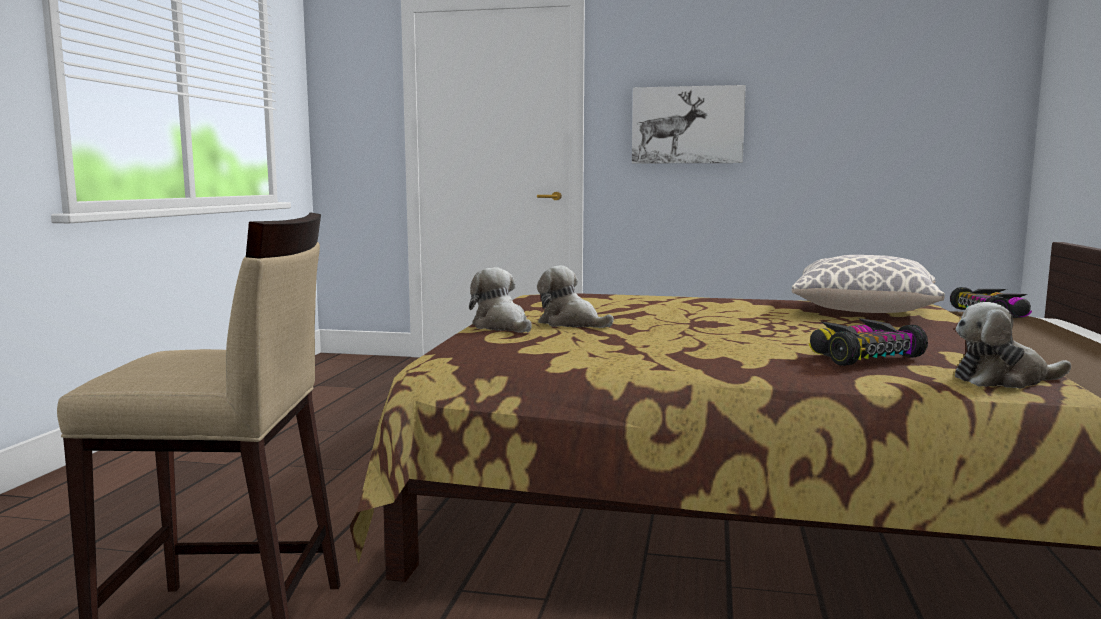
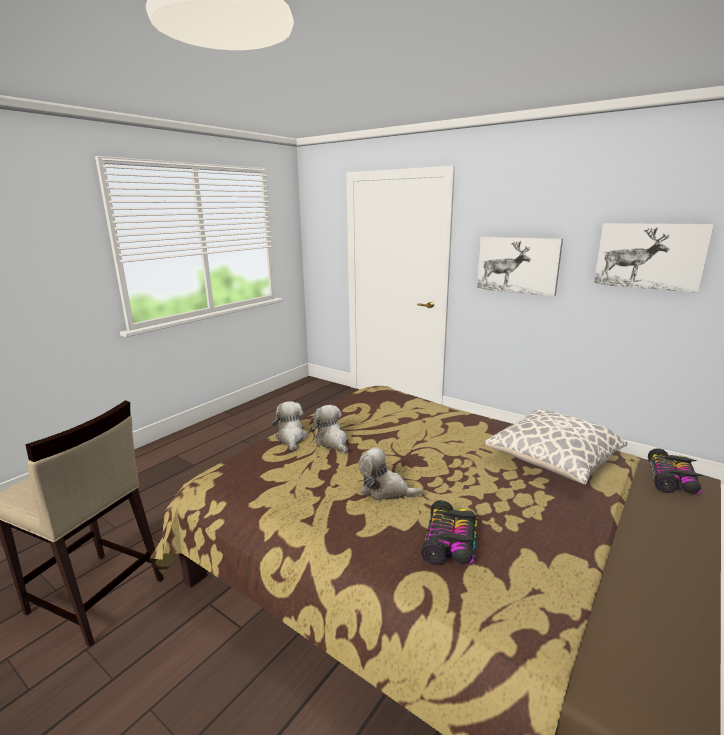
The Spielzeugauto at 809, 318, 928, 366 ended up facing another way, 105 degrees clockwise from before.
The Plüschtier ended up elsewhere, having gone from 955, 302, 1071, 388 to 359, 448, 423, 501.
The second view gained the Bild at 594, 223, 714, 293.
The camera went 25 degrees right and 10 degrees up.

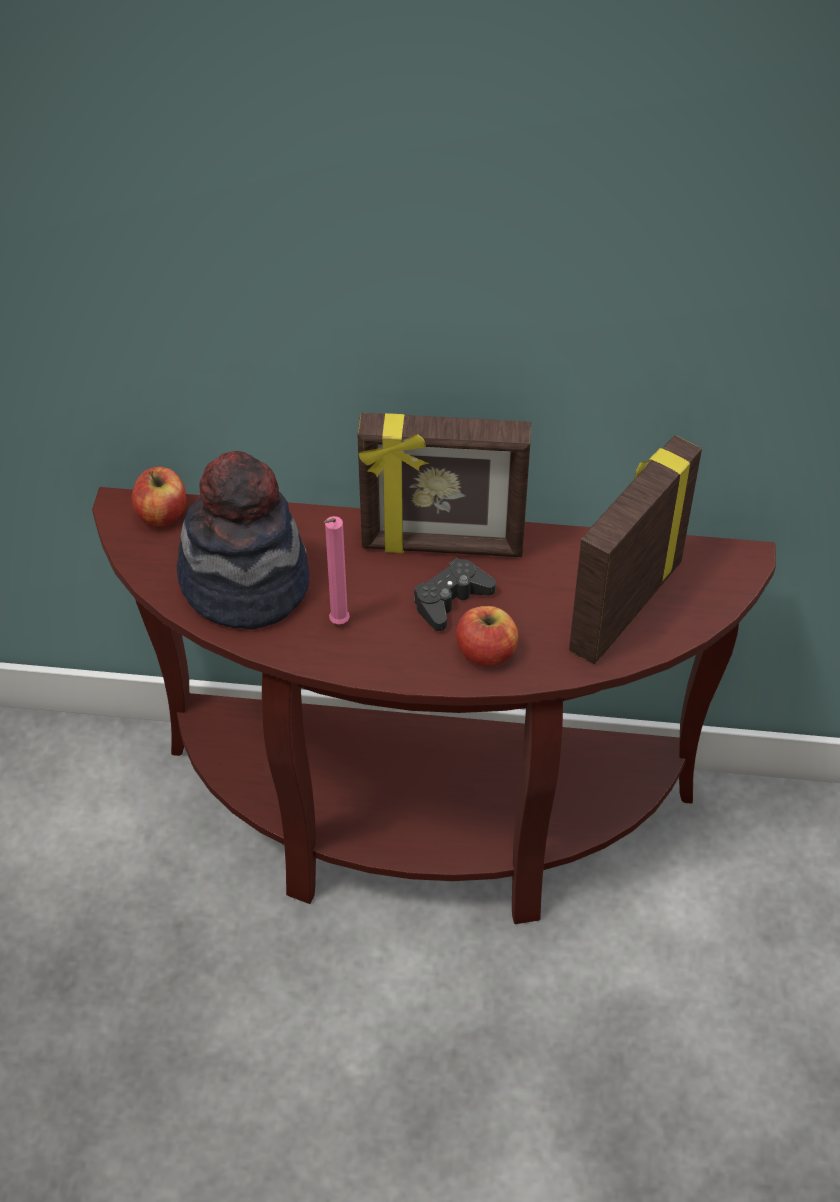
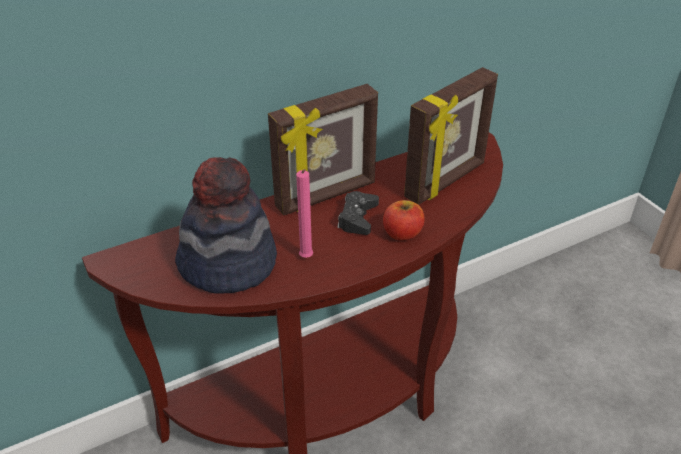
The second view lost the Apfel at 132, 467, 186, 526.
The Bilderrahmen at 569, 435, 702, 664 ended up facing another way, 135 degrees counterclockwise from before.
The camera went 35 degrees left and 10 degrees down.

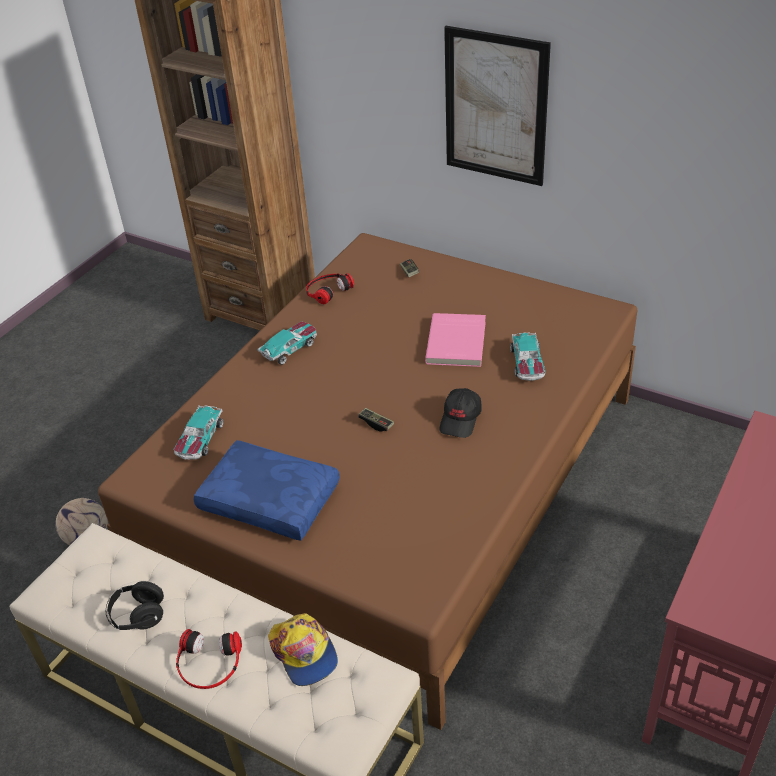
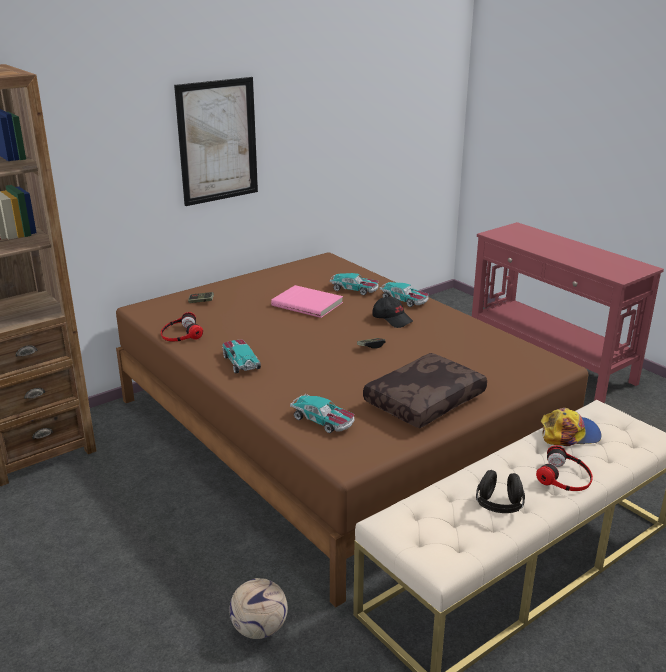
What was the Kissen [blau] at 193, 440, 340, 541 turned into the Kissen [braun] at 363, 353, 487, 428.
The second view gained the Spielzeugauto at 380, 282, 429, 307.
The camera went 70 degrees left and 15 degrees down.

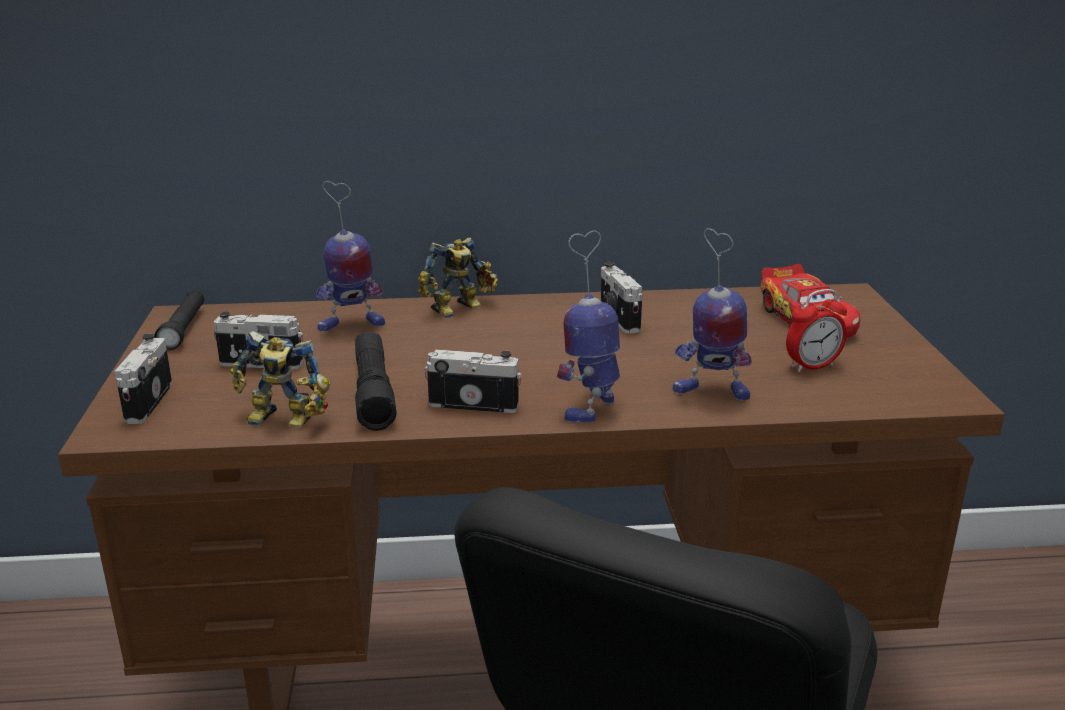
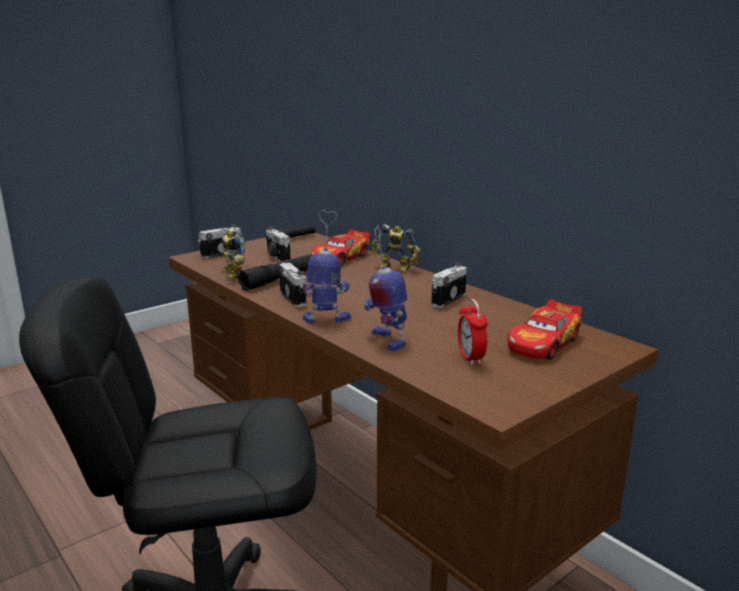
Where the Spielzeugroboter stood at 316, 181, 385, 332, the Spielzeugauto came to stand at 311, 229, 370, 265.
The Wecker at 786, 289, 847, 372 ended up facing another way, 45 degrees clockwise from before.
The camera went 55 degrees right and 5 degrees down.

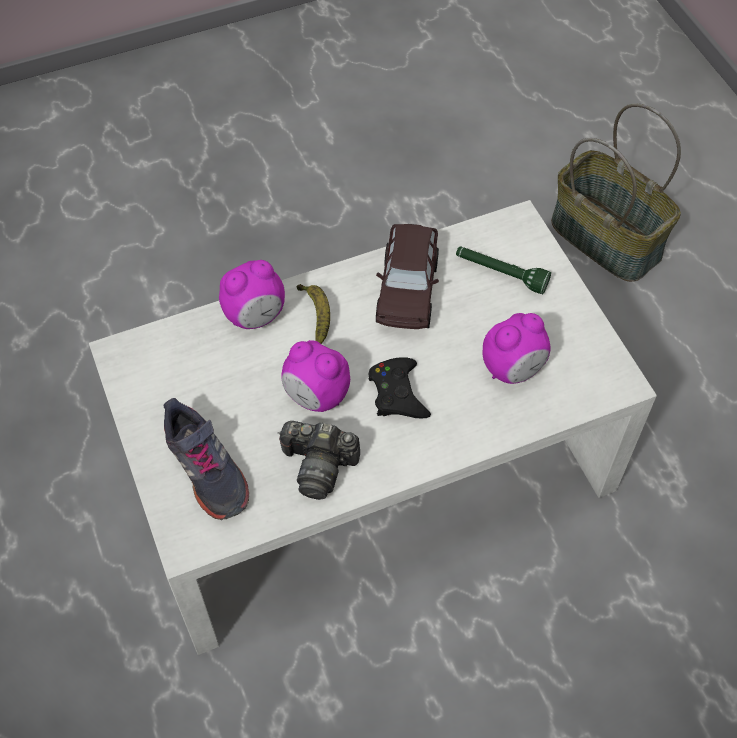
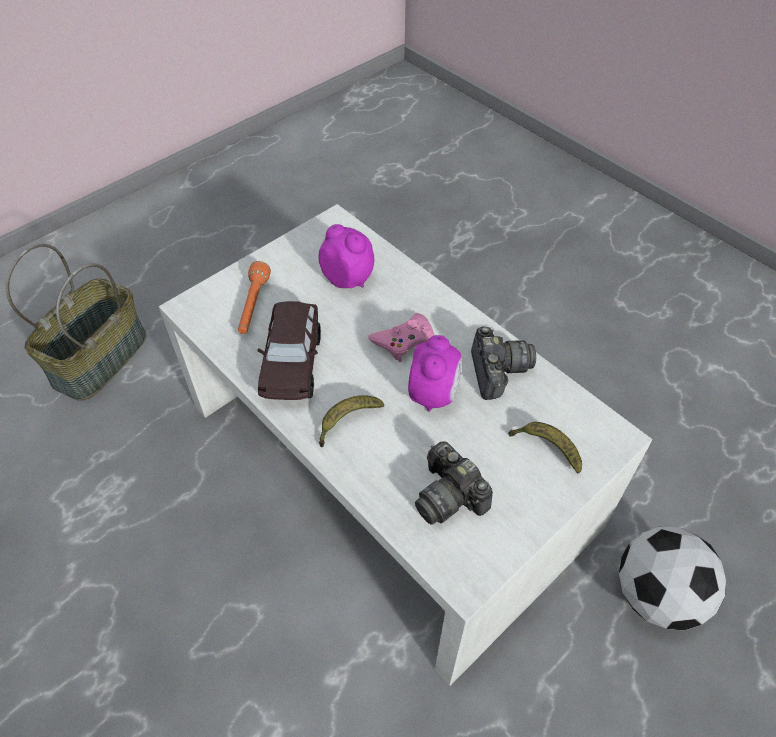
Where the Schuh [grau] stood at 163, 398, 249, 520, the Banane came to stand at 508, 422, 582, 473.
The second view lost the Wecker at 219, 260, 285, 329.
What was the Gamepad [schwarz] at 368, 357, 431, 419 turned into the Gamepad [rosa] at 368, 313, 435, 362.
The Spielzeugauto [braun] at 376, 224, 439, 329 ended up facing another way, 105 degrees clockwise from before.
What was the Taschenlampe [grün] at 456, 246, 551, 294 turned into the Taschenlampe [orange] at 238, 261, 271, 334.
The second view gained the Kamera at 415, 441, 493, 525.
The second view gained the Fußball at 619, 527, 726, 630.
The camera went 110 degrees left and 5 degrees down.

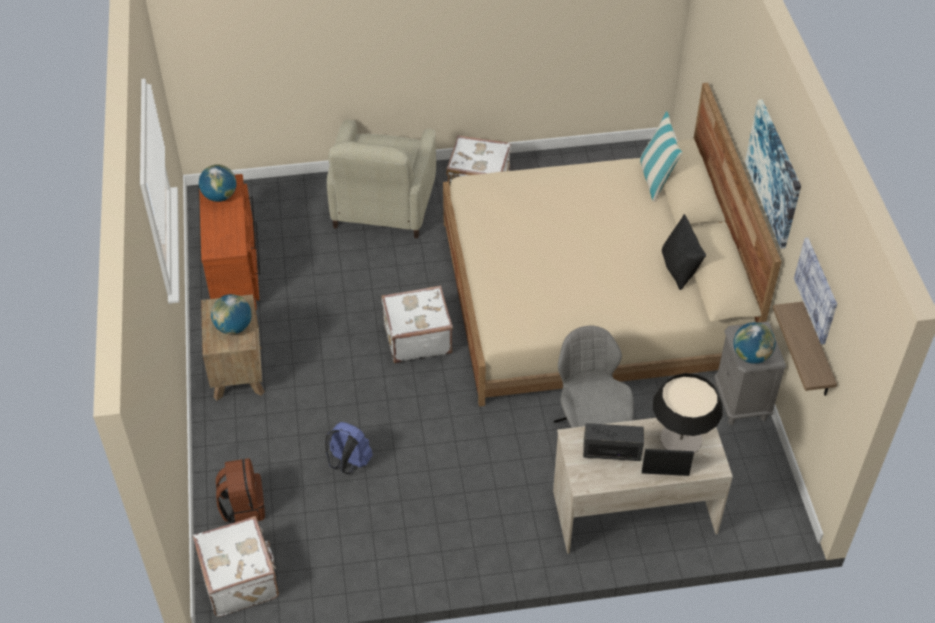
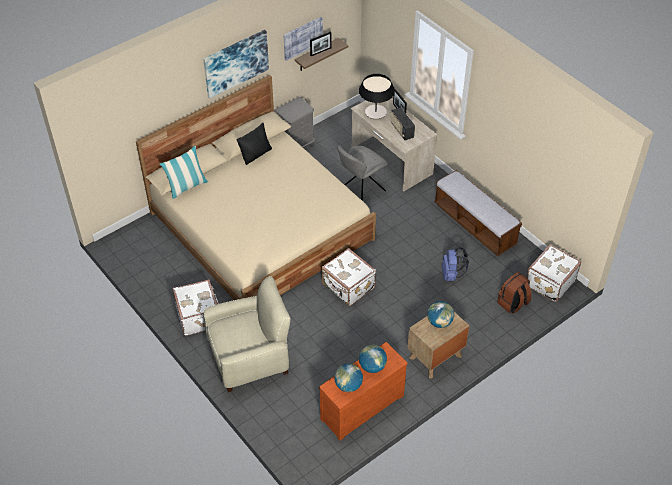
The Globus ended up elsewhere, having gone from 733, 322, 776, 364 to 359, 345, 387, 373.
The second view gained the Bilderrahmen at 310, 31, 331, 56.
The second view gained the Bank at 434, 170, 522, 256.
The camera went 120 degrees left and 0 degrees up.

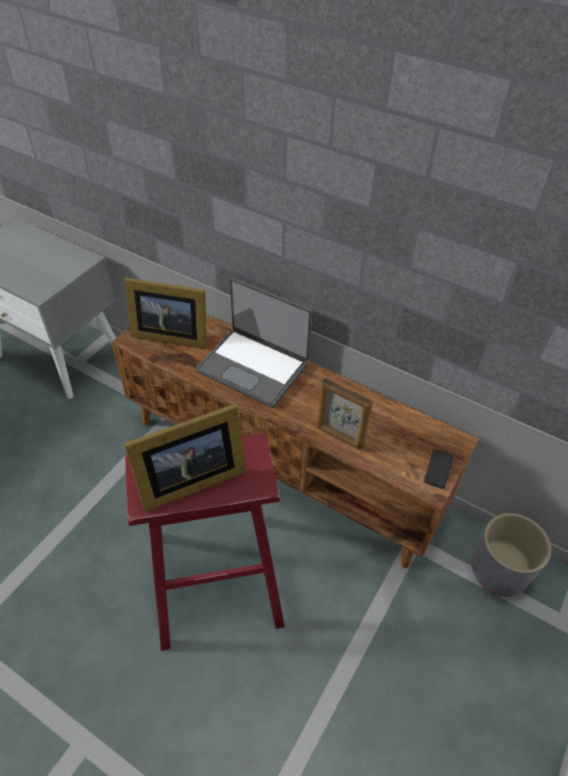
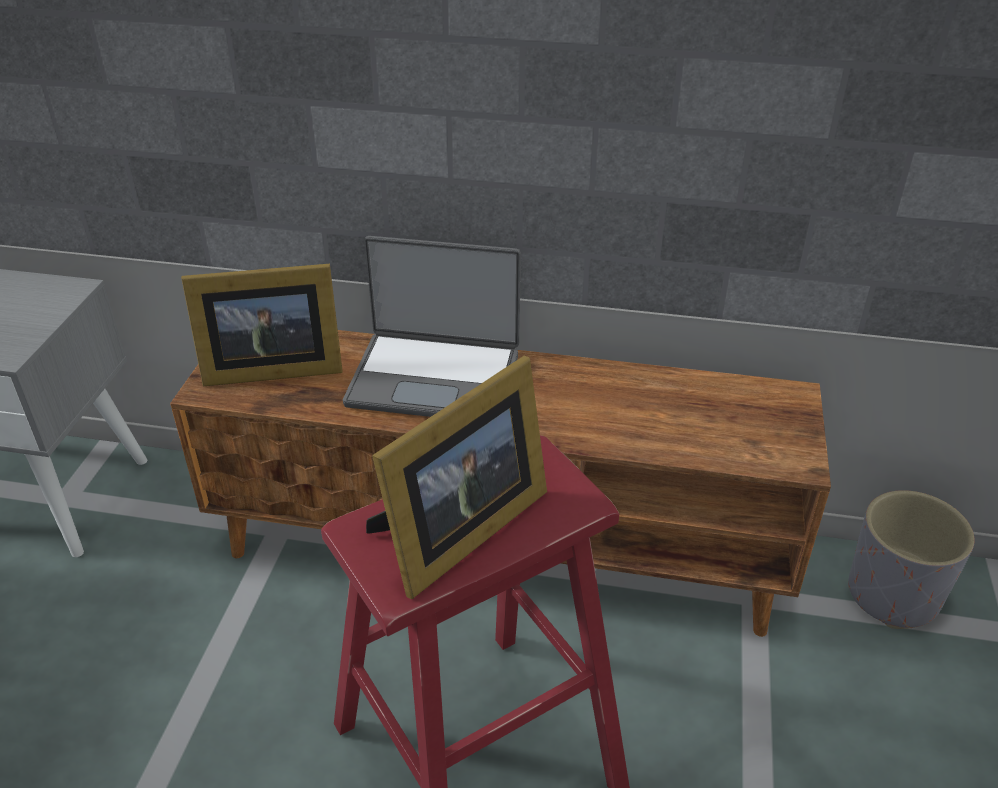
The second view lost the Bilderrahmen at 317, 378, 373, 450.
The second view lost the Handy at 424, 449, 453, 489.
The camera went 20 degrees left and 10 degrees down.

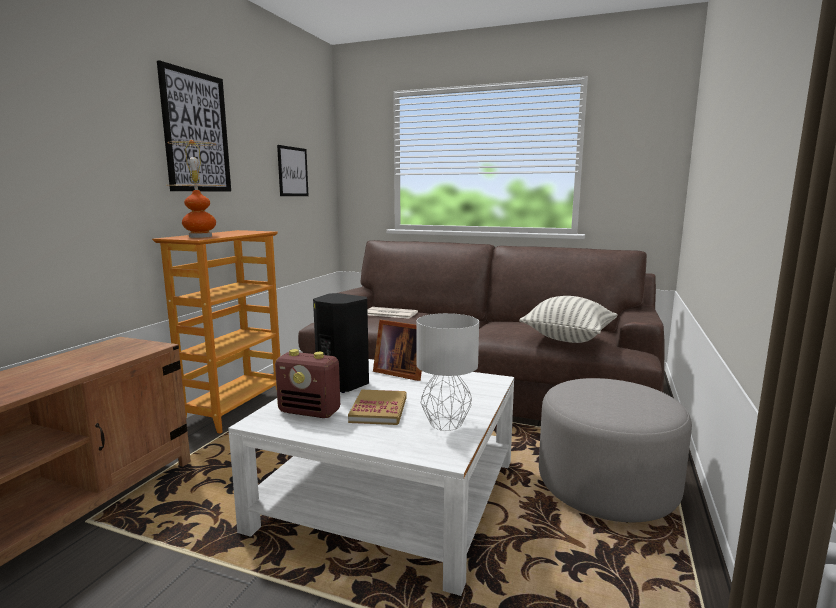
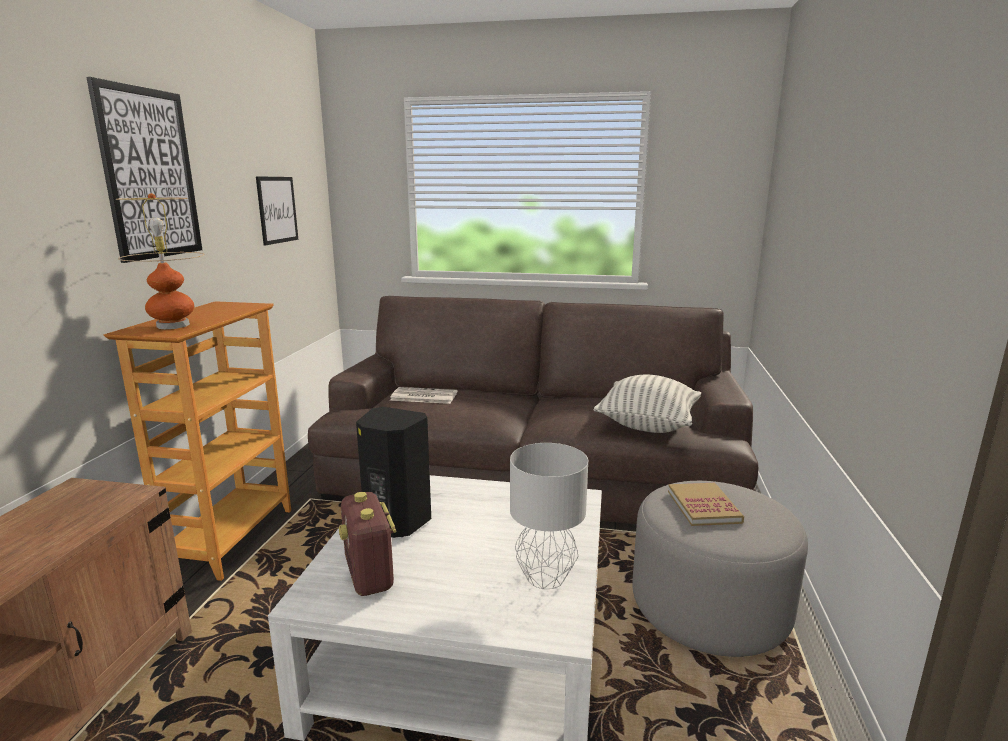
The Radio at 275, 349, 340, 418 ended up facing another way, 60 degrees clockwise from before.
The Buch ended up elsewhere, having gone from 348, 390, 407, 425 to 668, 483, 744, 526.
The second view lost the Bilderrahmen at 373, 320, 422, 381.
The camera went 10 degrees left and 5 degrees up.

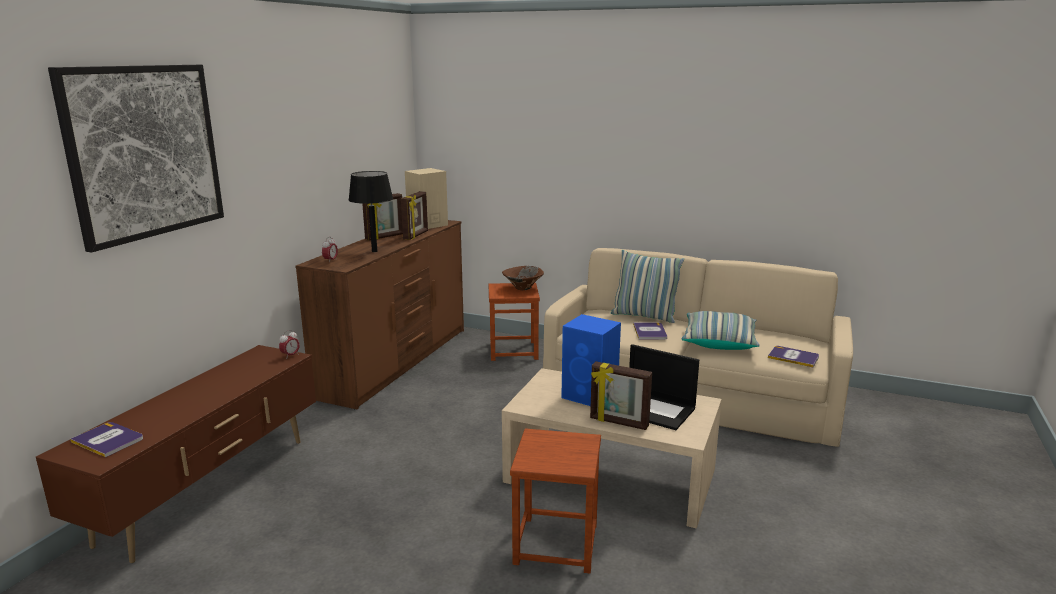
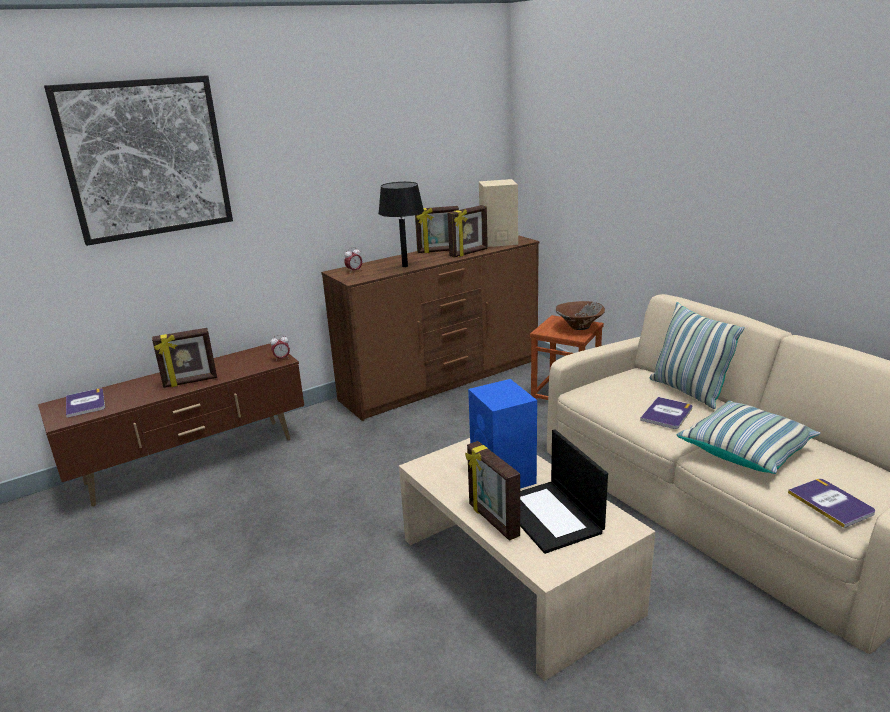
The second view lost the Hocker [braun] at 510, 428, 601, 573.
The second view gained the Bilderrahmen at 152, 328, 217, 388.
The camera went 35 degrees right and 5 degrees up.

